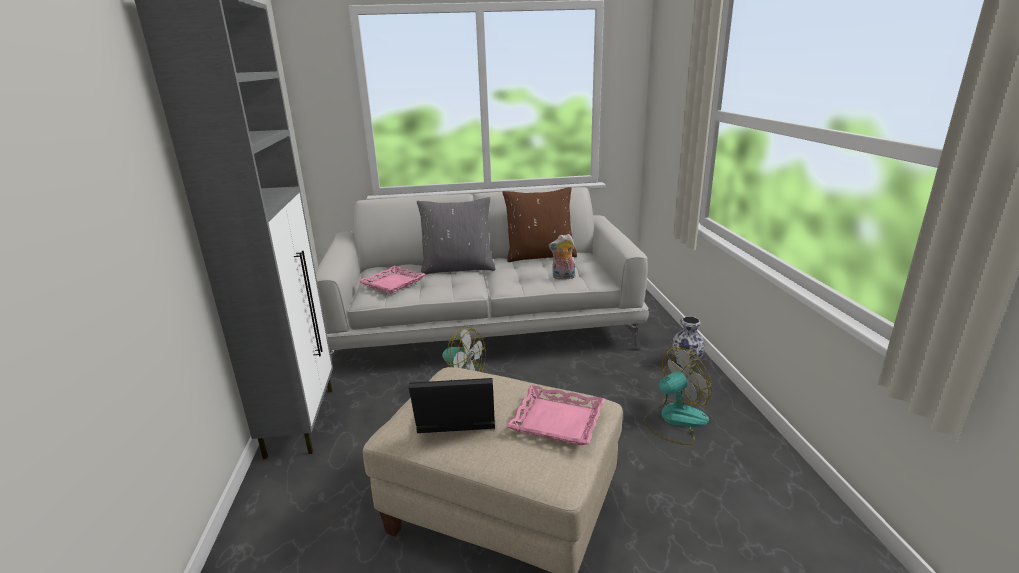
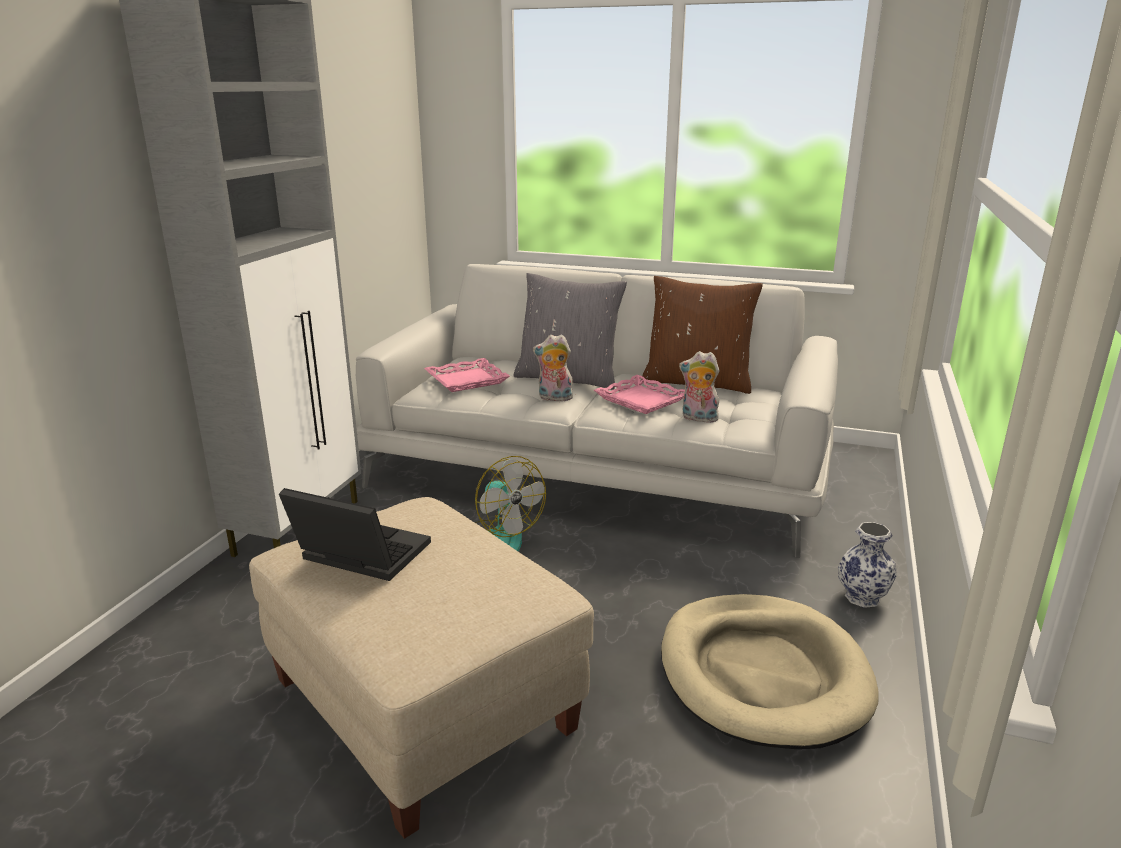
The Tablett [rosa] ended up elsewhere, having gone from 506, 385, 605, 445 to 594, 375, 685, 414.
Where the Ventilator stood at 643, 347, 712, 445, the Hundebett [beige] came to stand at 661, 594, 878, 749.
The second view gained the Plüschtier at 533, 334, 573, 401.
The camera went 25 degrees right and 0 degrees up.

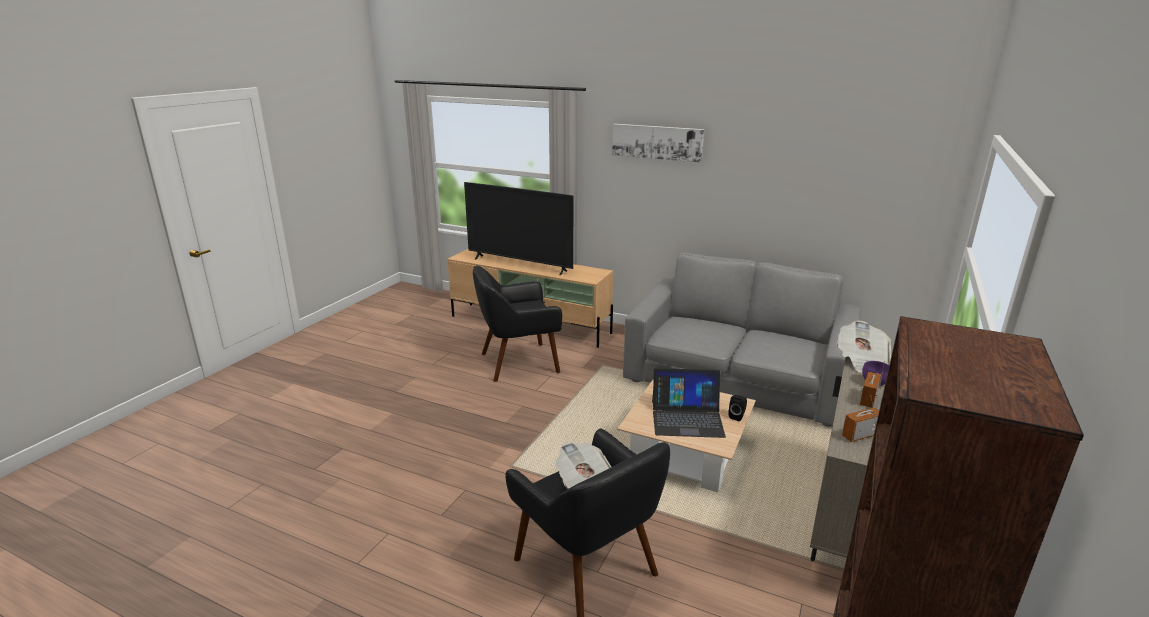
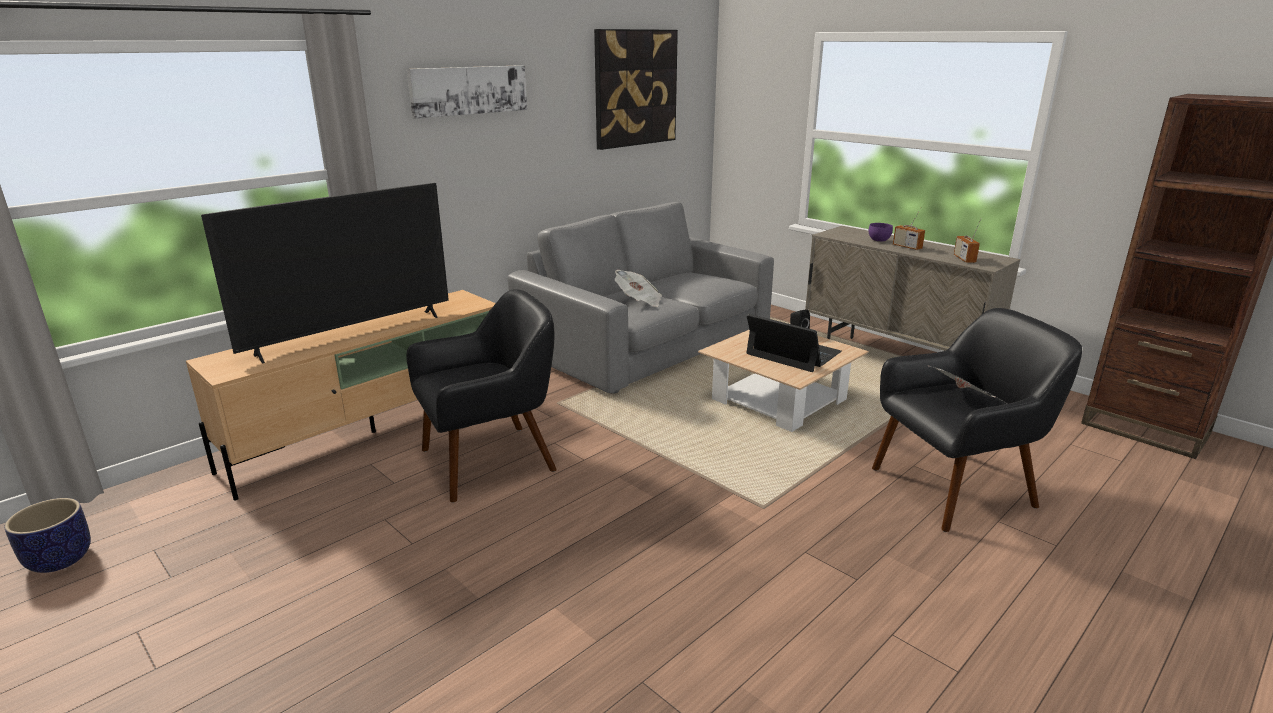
The Sessel [schwarz] at 473, 266, 562, 382 ended up facing another way, 120 degrees counterclockwise from before.
The Laptop at 652, 368, 726, 438 ended up facing another way, 75 degrees counterclockwise from before.
The Zeitung ended up elsewhere, having gone from 837, 321, 891, 373 to 615, 270, 662, 307.
The second view gained the Pflanzkübel at 4, 498, 91, 573.
The second view gained the Bild at 594, 29, 678, 150.
The camera went 70 degrees left and 0 degrees up.

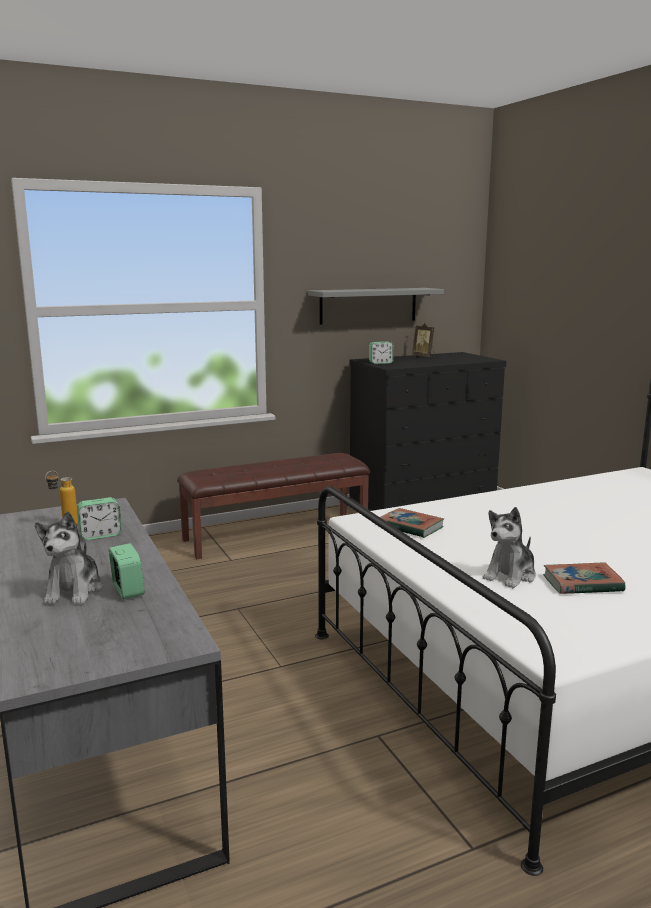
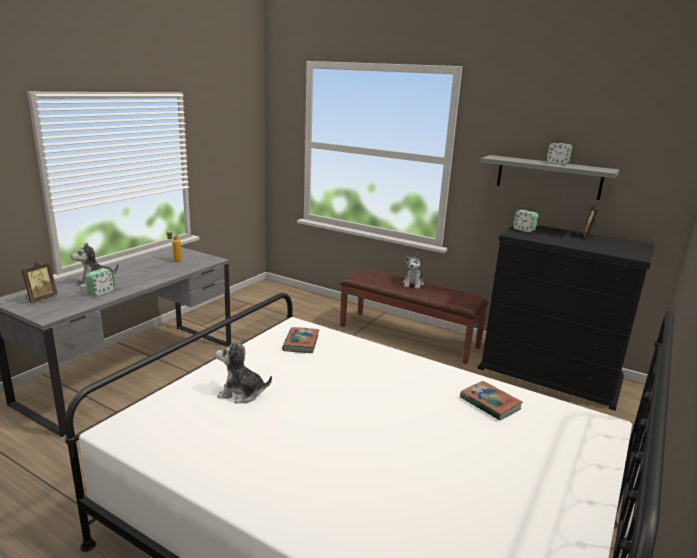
The Wecker ended up elsewhere, having gone from 77, 497, 122, 540 to 546, 143, 572, 165.
The Buch ended up elsewhere, having gone from 543, 562, 625, 594 to 460, 381, 523, 421.
The second view gained the Bilderrahmen at 21, 262, 58, 303.
The second view gained the Plüschtier at 403, 253, 424, 289.
The camera went 55 degrees right and 5 degrees up.

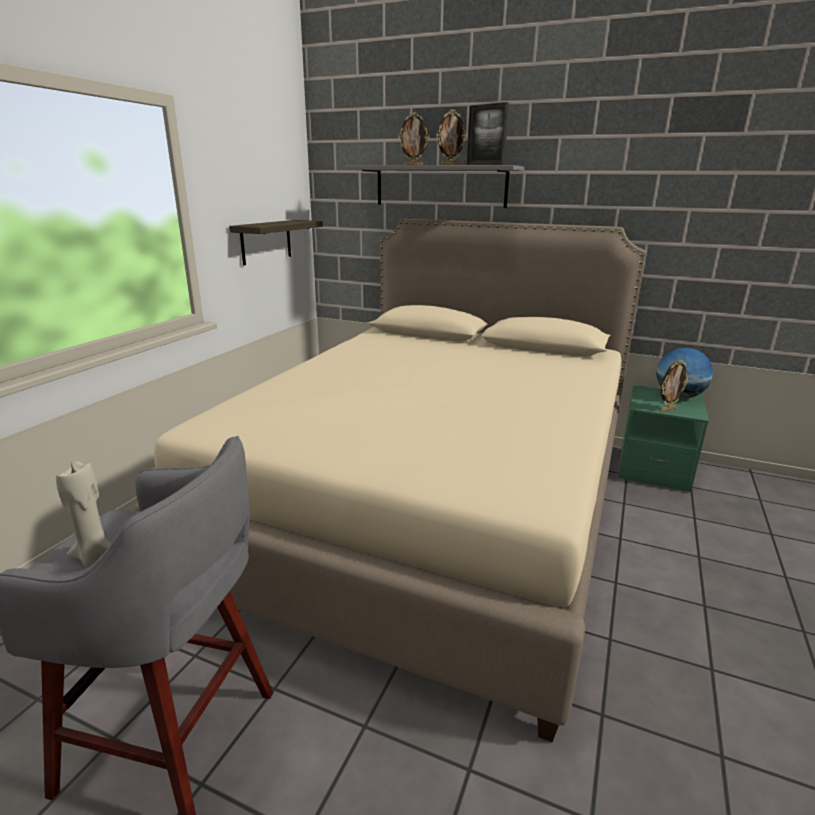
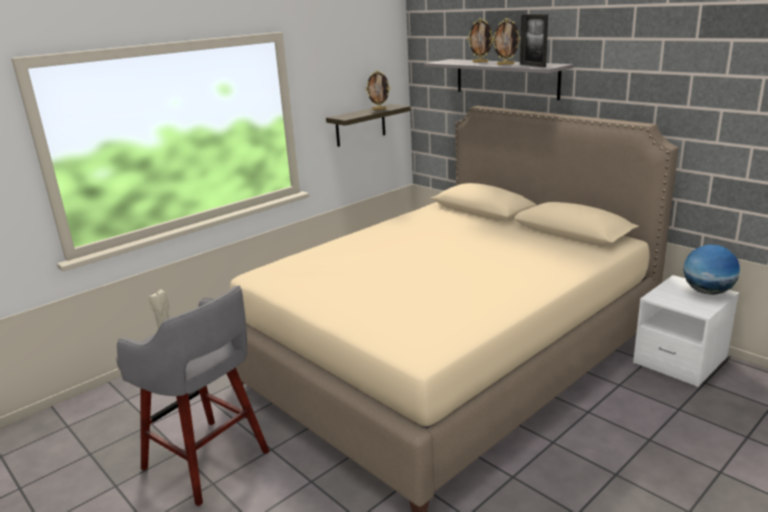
What was the Nachttisch [grün] at 618, 385, 709, 492 turned into the Nachttisch [weiß] at 633, 275, 739, 387.
The Bilderrahmen ended up elsewhere, having gone from 661, 360, 688, 412 to 366, 70, 391, 110.
The camera went 25 degrees right and 0 degrees up.

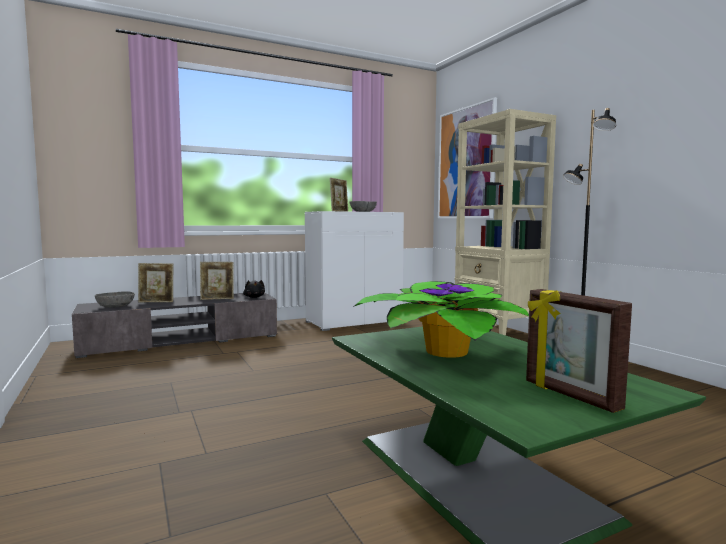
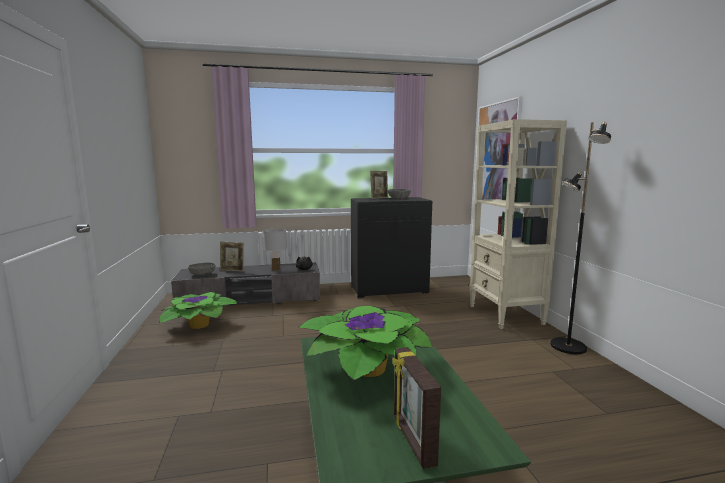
Where the Bilderrahmen stood at 200, 262, 234, 300, the Tischlampe [weiß] came to stand at 263, 228, 287, 271.
What was the Schrank [weiß] at 305, 211, 404, 331 turned into the Schrank [schwarz] at 351, 197, 432, 298.
The second view gained the Topfpflanze at 159, 292, 238, 329.
The camera went 15 degrees right and 5 degrees up.

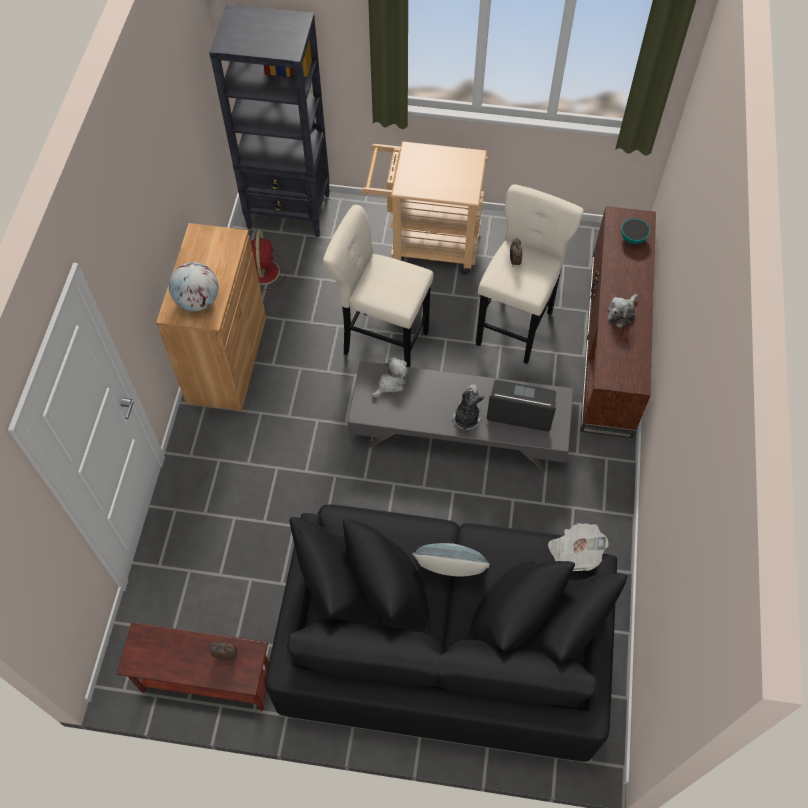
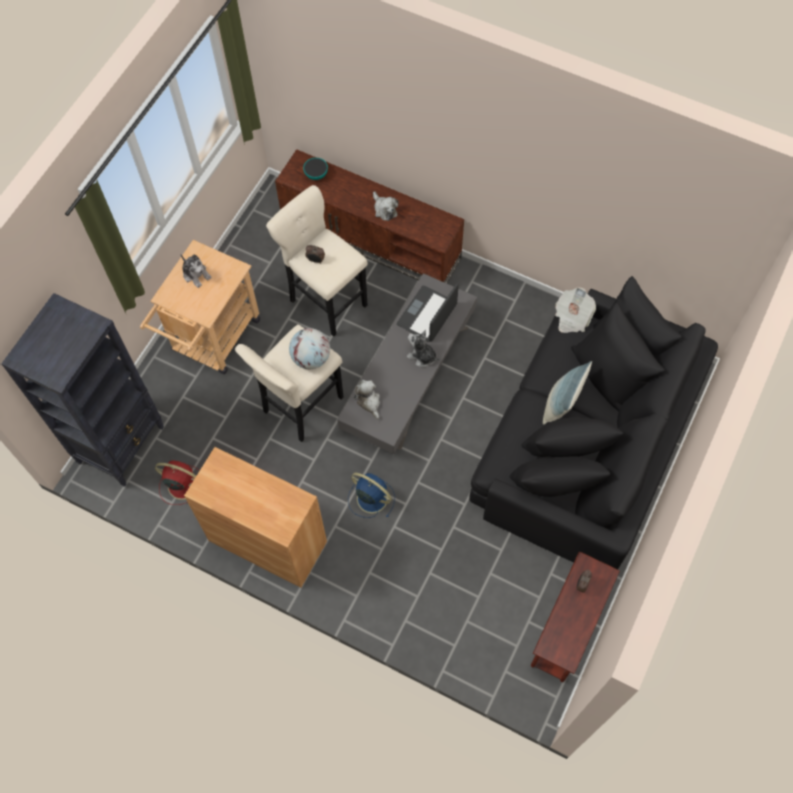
The Globus ended up elsewhere, having gone from 169, 262, 218, 311 to 289, 328, 330, 369.
The second view gained the Plüschtier at 180, 254, 212, 288.
The second view gained the Ventilator [blau] at 348, 473, 395, 518.
The camera went 70 degrees left and 5 degrees up.

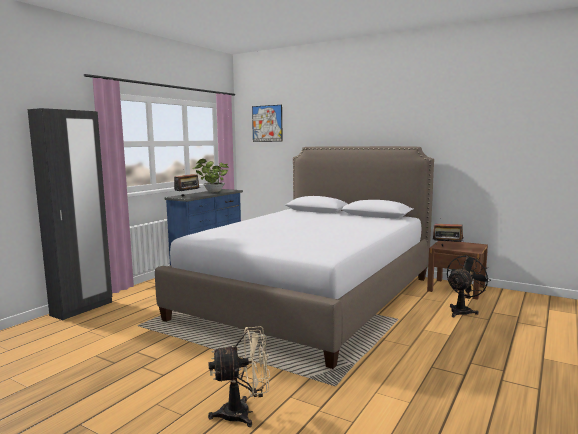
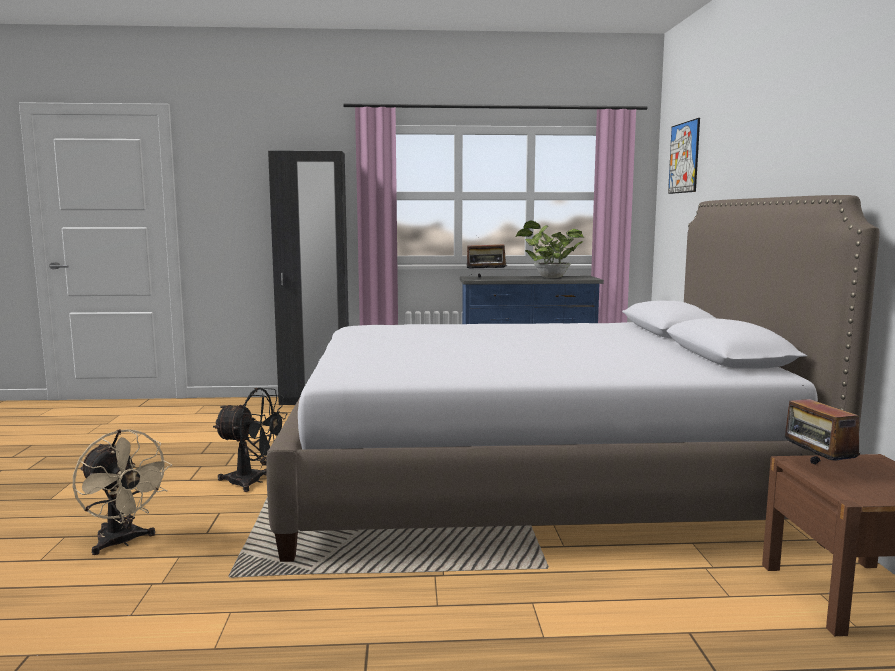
The Ventilator [schwarz] ended up elsewhere, having gone from 447, 255, 491, 317 to 213, 388, 288, 492.
The camera went 55 degrees right and 0 degrees up.

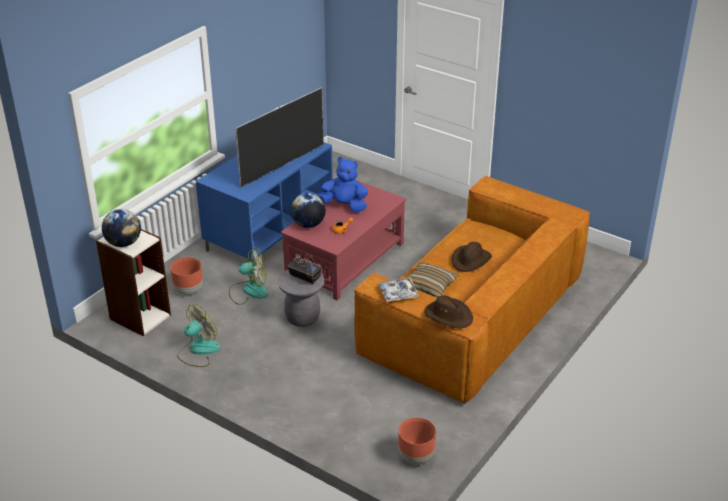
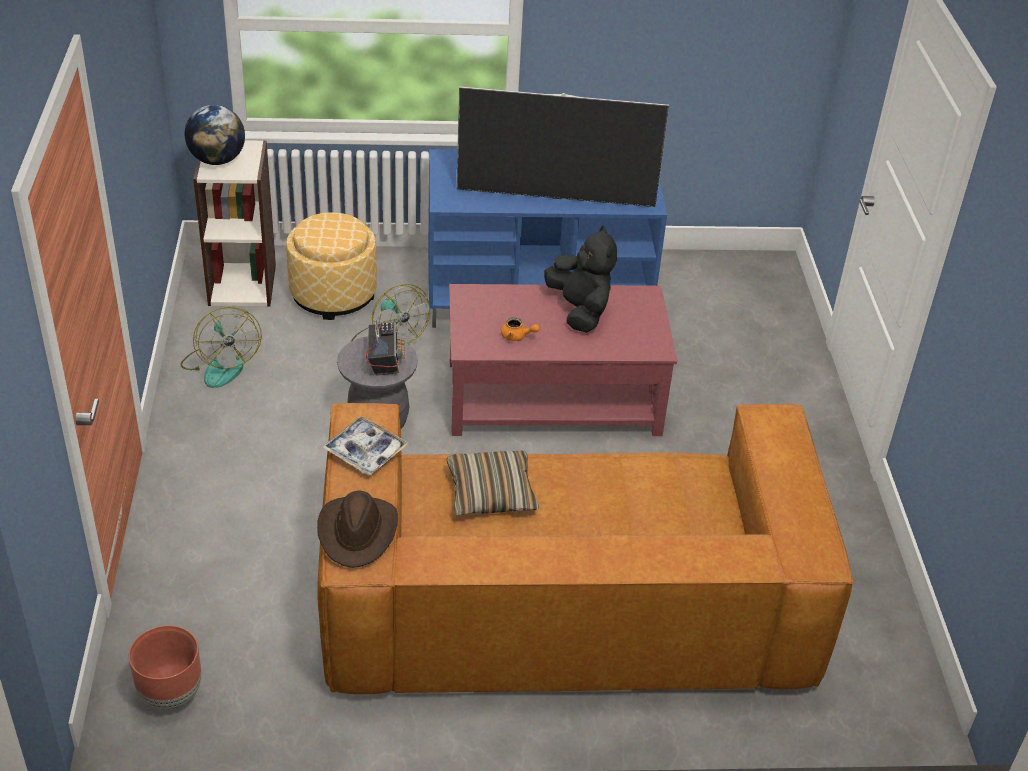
Where the Pflanzkübel [braun] stood at 170, 257, 203, 295, the Polsterhocker came to stand at 286, 212, 377, 320.
The Ventilator at 177, 304, 221, 367 ended up facing another way, 60 degrees clockwise from before.
The second view lost the Globus at 291, 193, 326, 228.
What was the Plüschtier [blau] at 317, 157, 368, 213 turned into the Plüschtier [schwarz] at 544, 226, 617, 332.
The second view lost the Hut [braun] at 452, 242, 492, 272.
The camera went 50 degrees right and 5 degrees up.

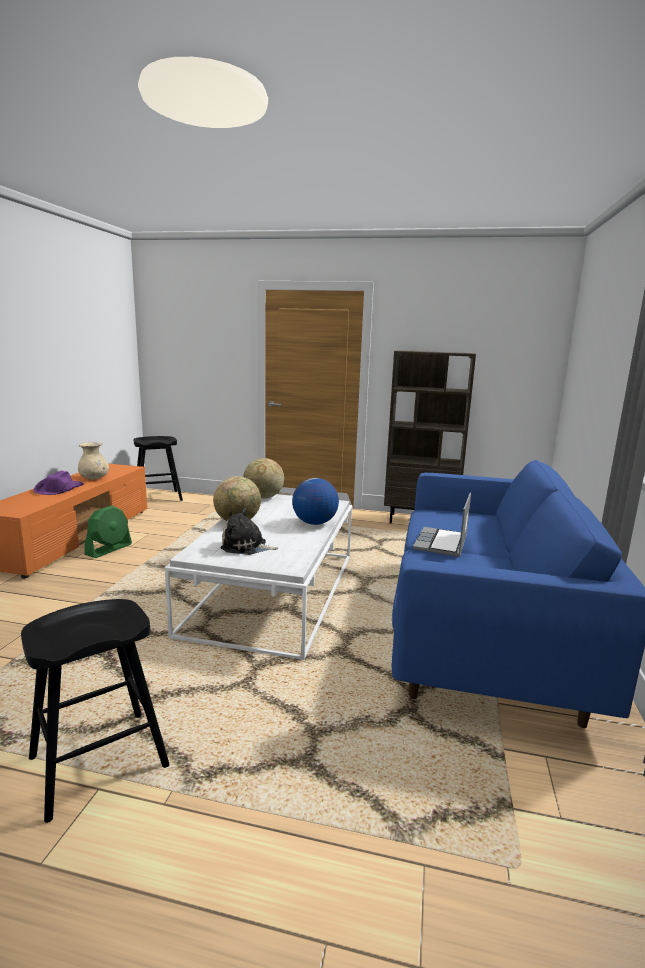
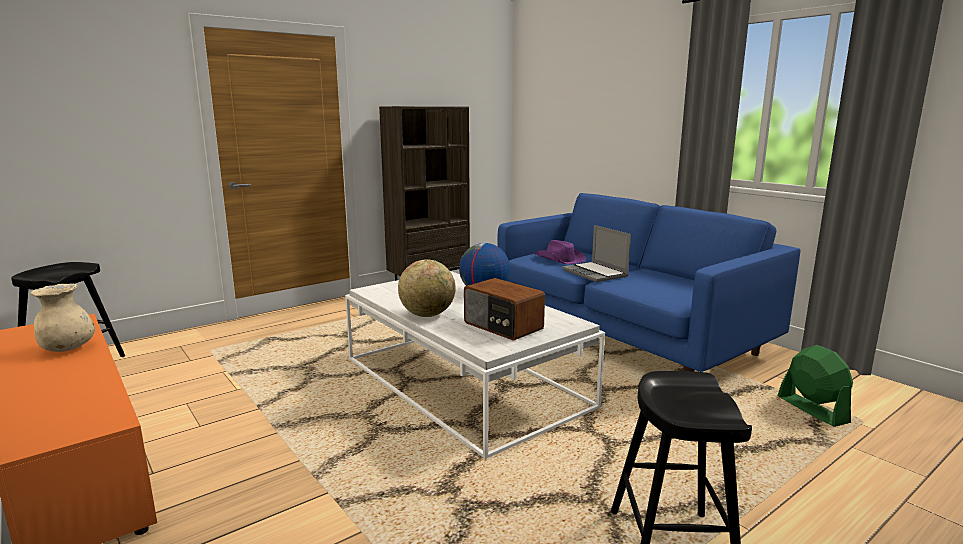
The Hut [lila] ended up elsewhere, having gone from 33, 471, 84, 495 to 535, 240, 586, 264.
The Ventilator [grün] ended up elsewhere, having gone from 84, 506, 132, 558 to 777, 345, 853, 427.
Where the Plüschtier stood at 220, 508, 279, 555, the Radio came to stand at 464, 278, 545, 340.
The second view lost the Globus at 243, 458, 284, 498.
The camera went 50 degrees left and 0 degrees up.

